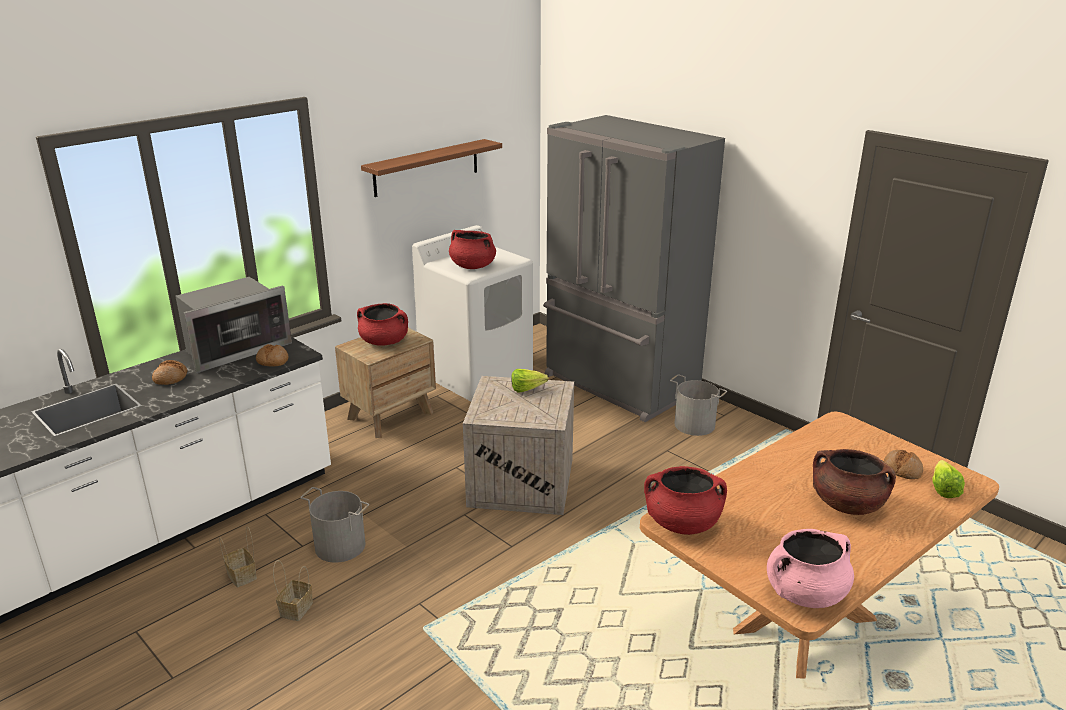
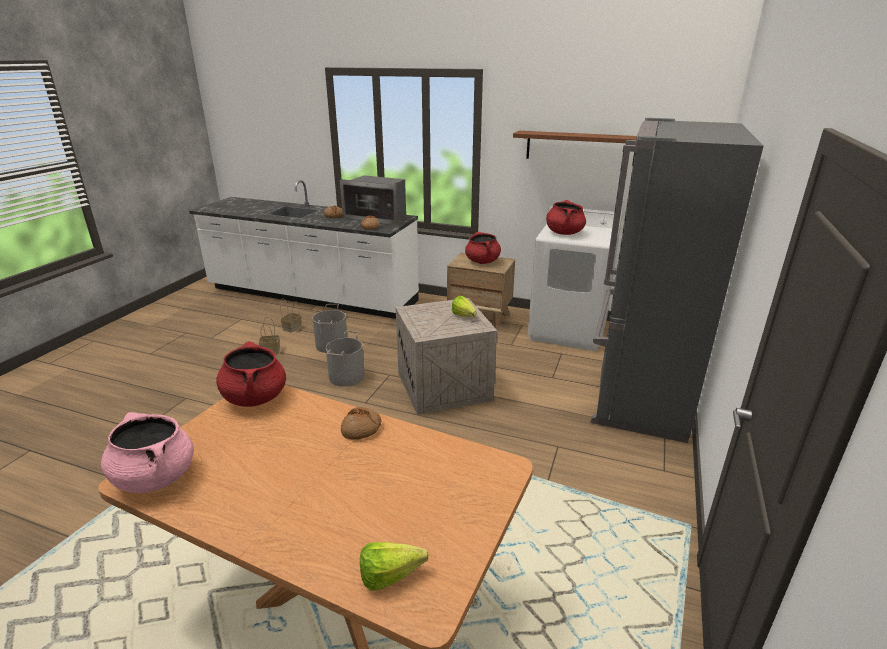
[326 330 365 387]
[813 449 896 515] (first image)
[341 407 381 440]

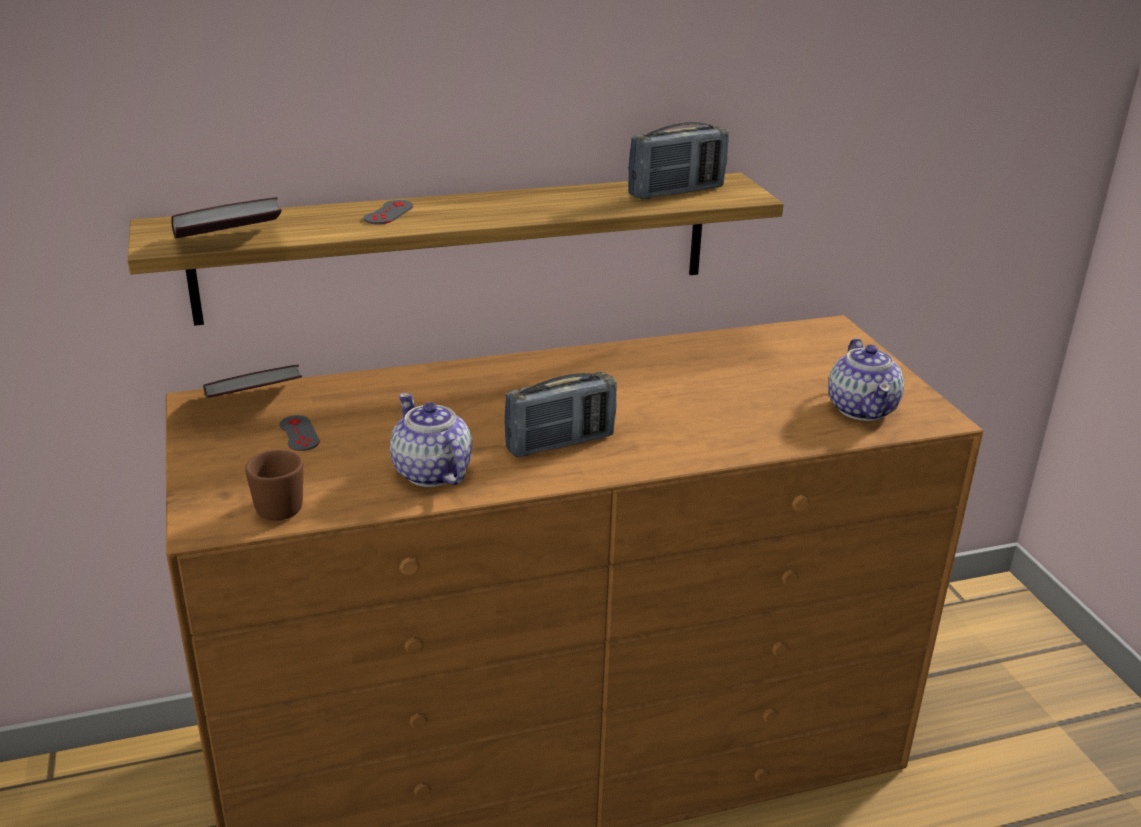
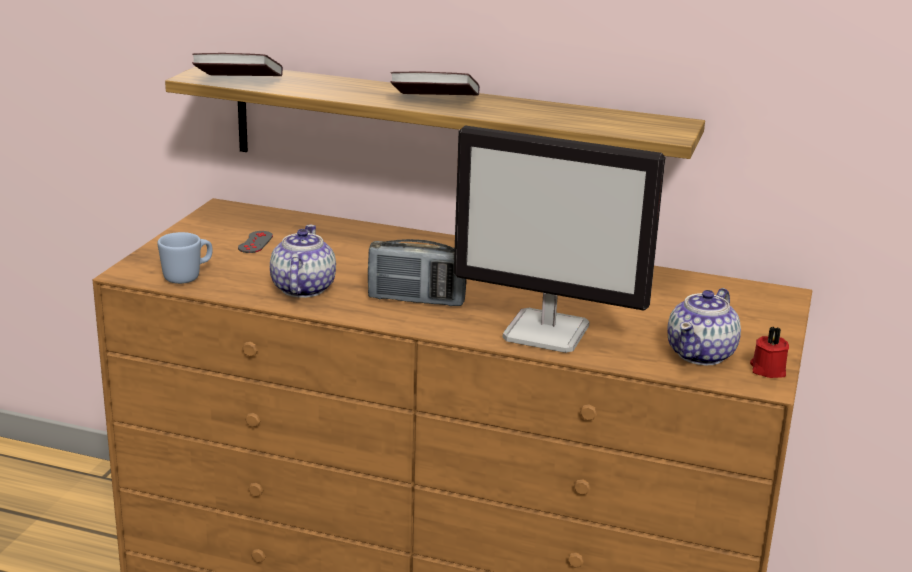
[628 122 729 199] (first image)
[364 200 413 224] (first image)
[391 72 480 95]
[157 232 213 284]
[454 126 665 353]
[750 327 789 378]

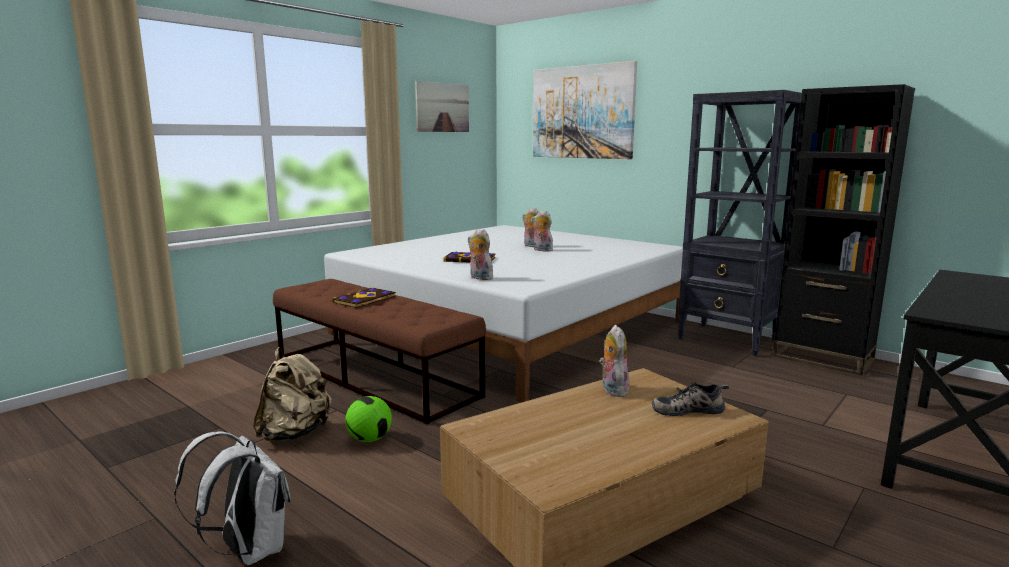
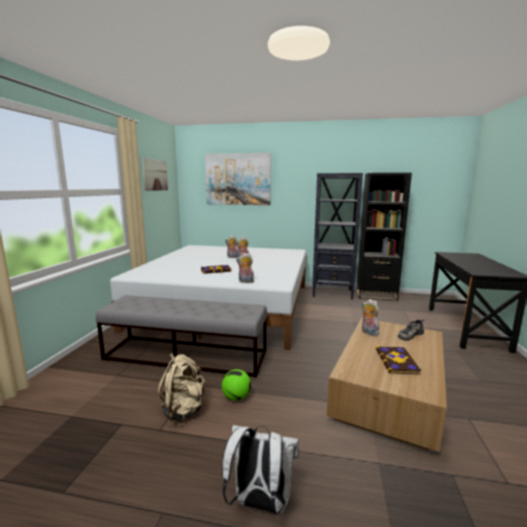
[96 295 267 378]
[375 346 422 375]

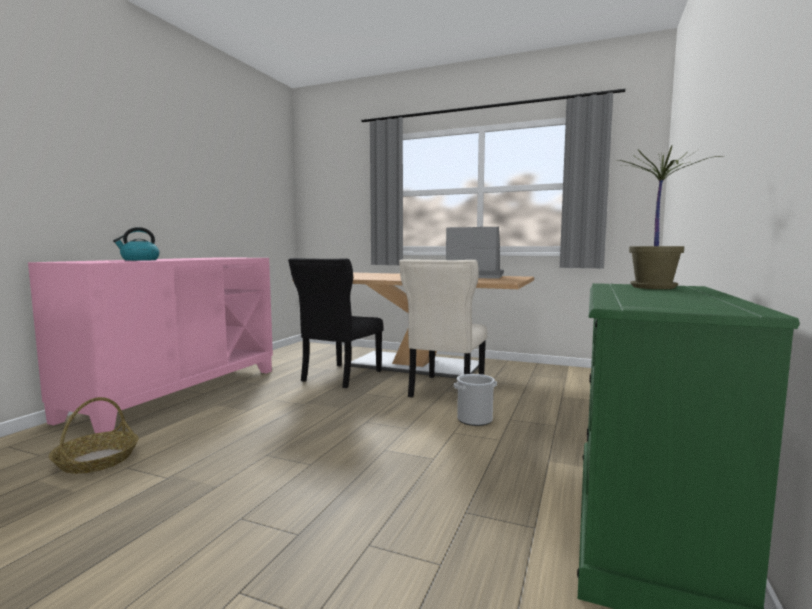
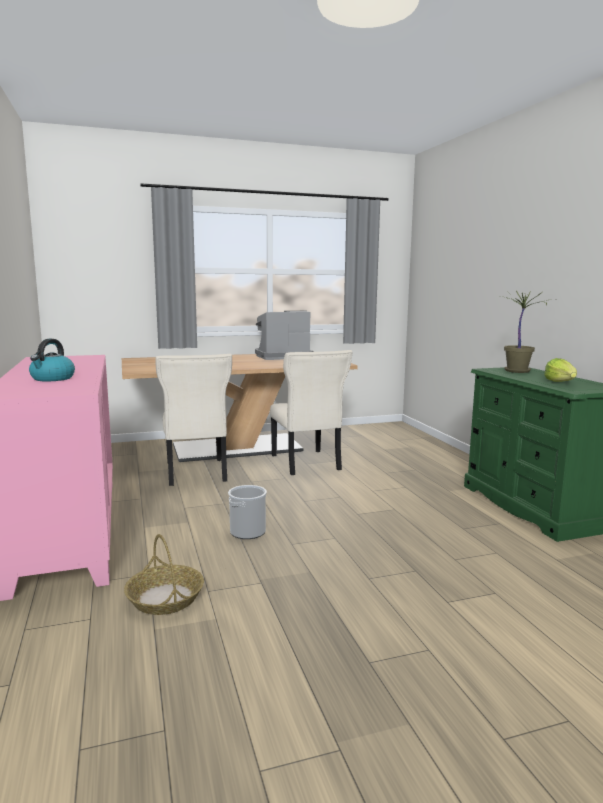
[155 354 232 486]
[228 485 267 539]
[544 358 577 382]

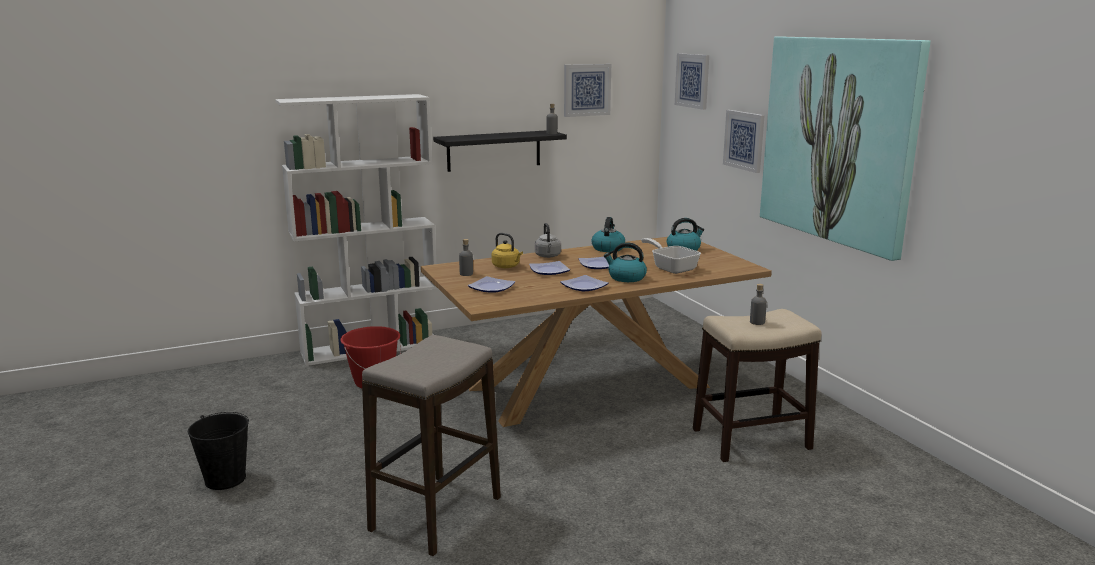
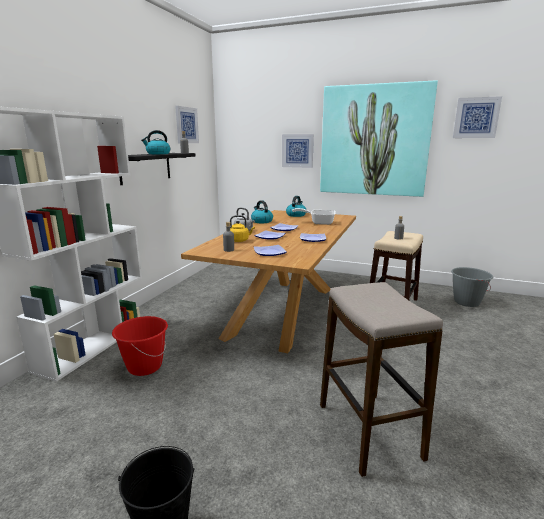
[453 96 502 138]
[141 130 170 154]
[451 267 493 307]

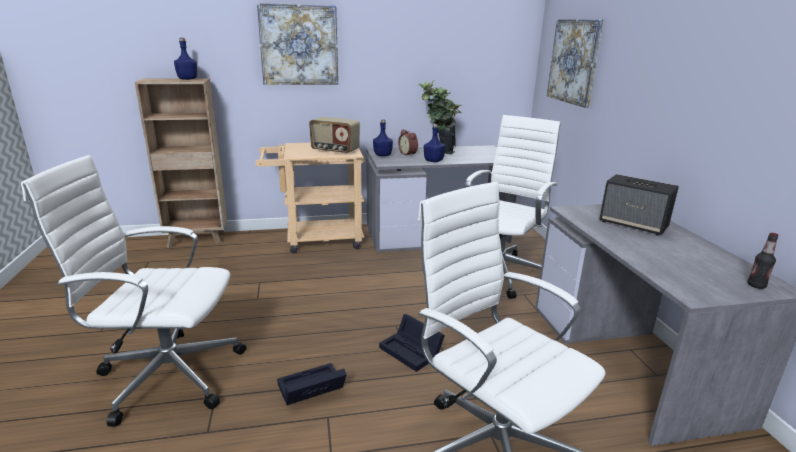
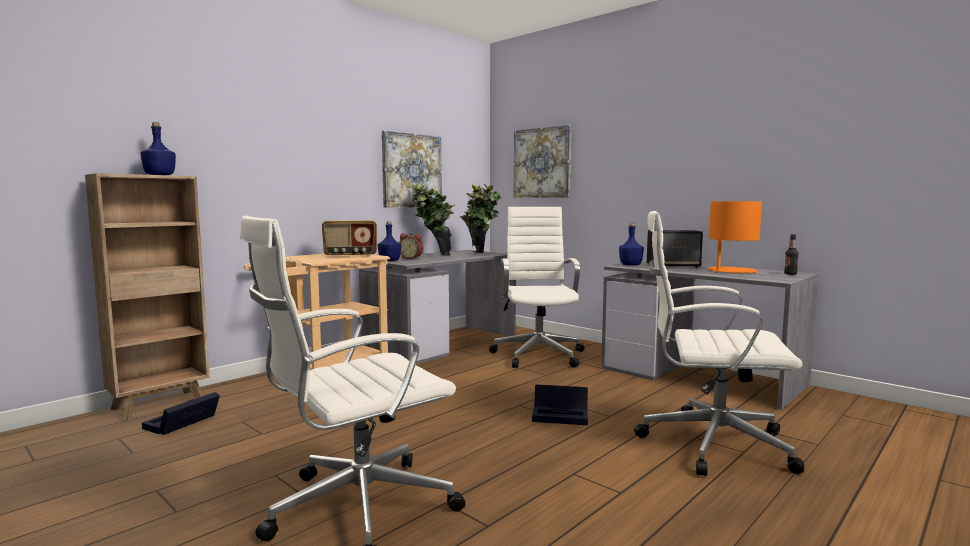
[382 131 442 207]
[619 223 644 266]
[142 392 220 435]
[460 183 501 253]
[708 201 762 274]

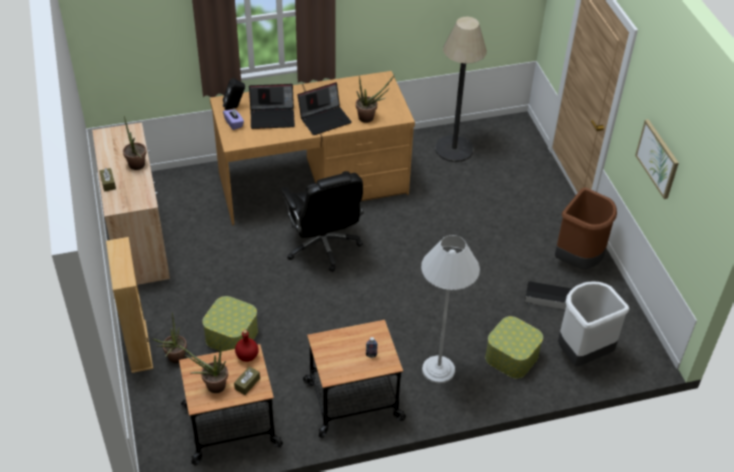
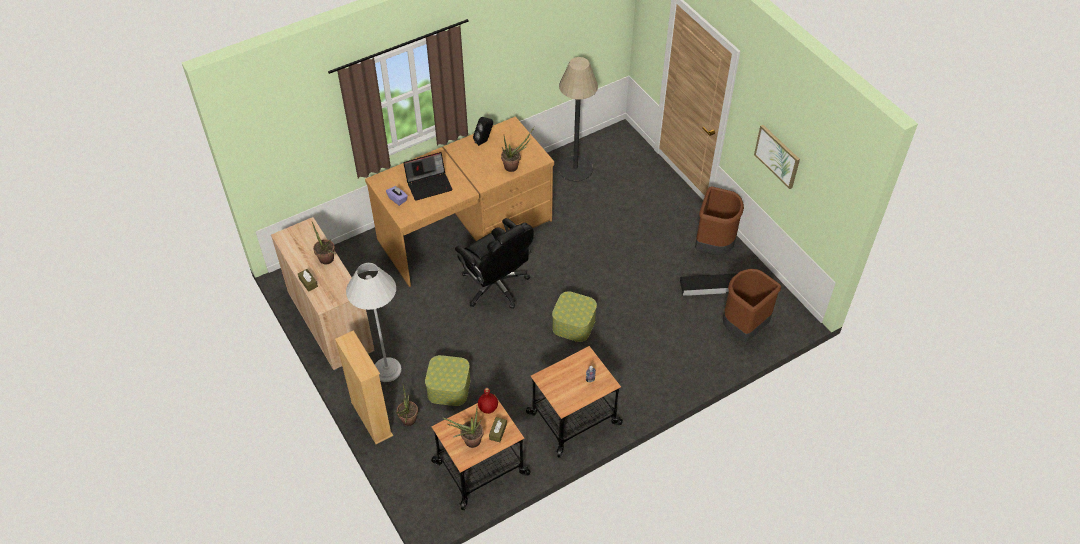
[473 117 493 146]
[298 82 352 135] (first image)
[346 263 402 382]
[723 269 781 342]
[552 291 597 342]

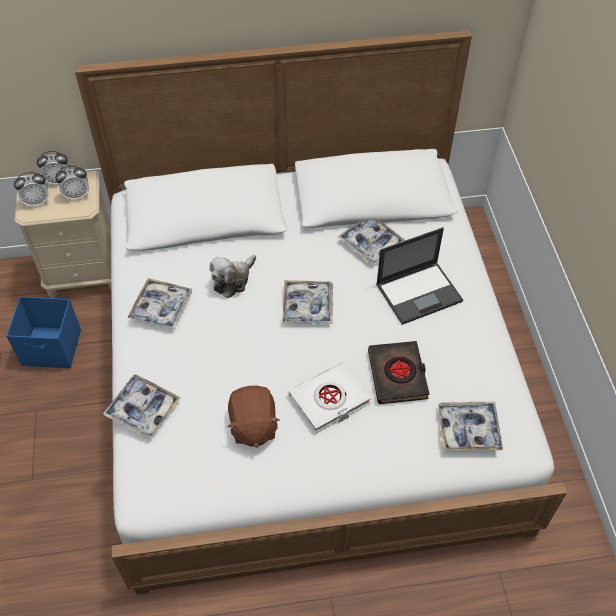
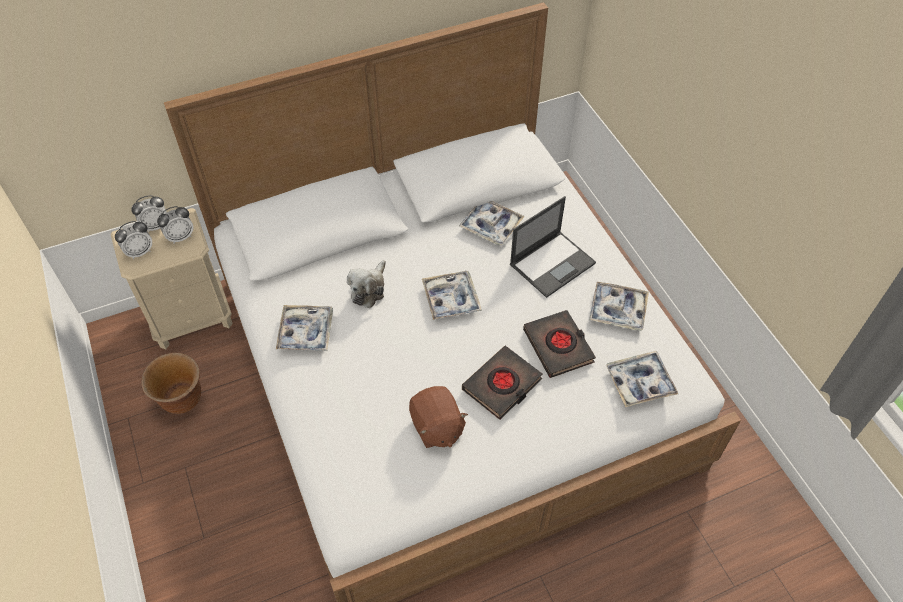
[141 352 201 414]
[462 346 543 420]
[589 282 649 331]

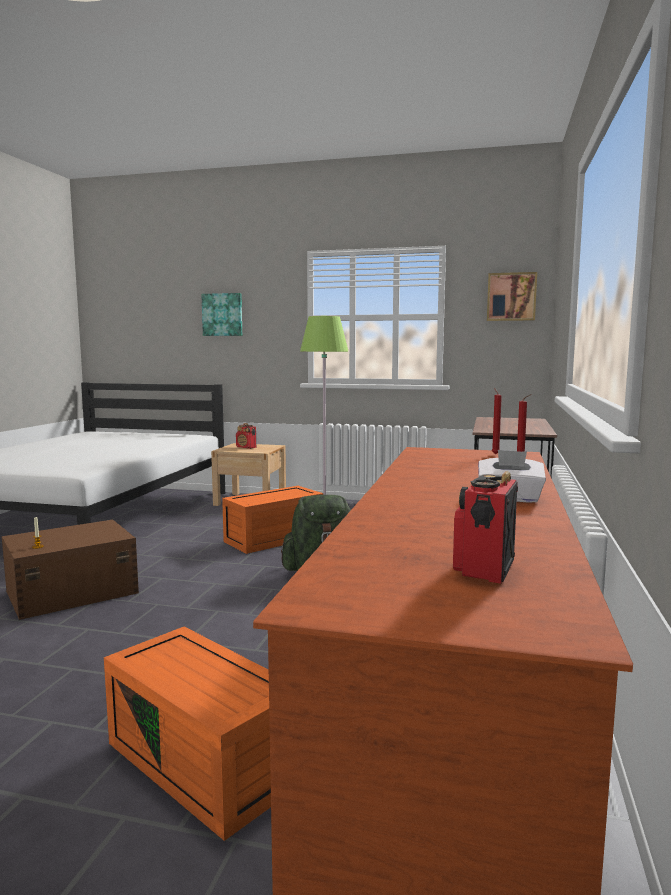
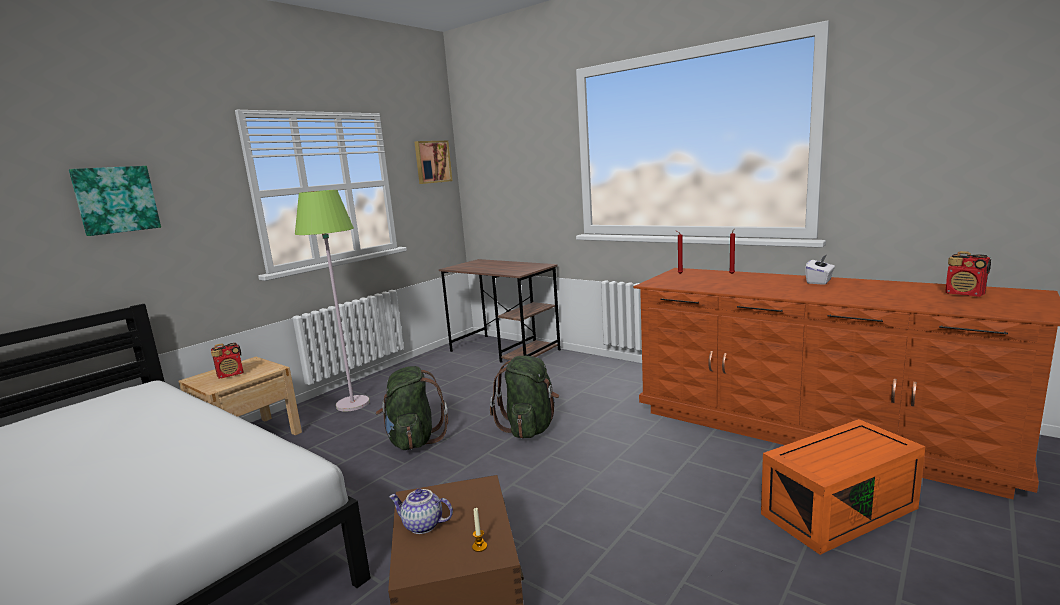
[376 366 448 450]
[389 489 453 534]

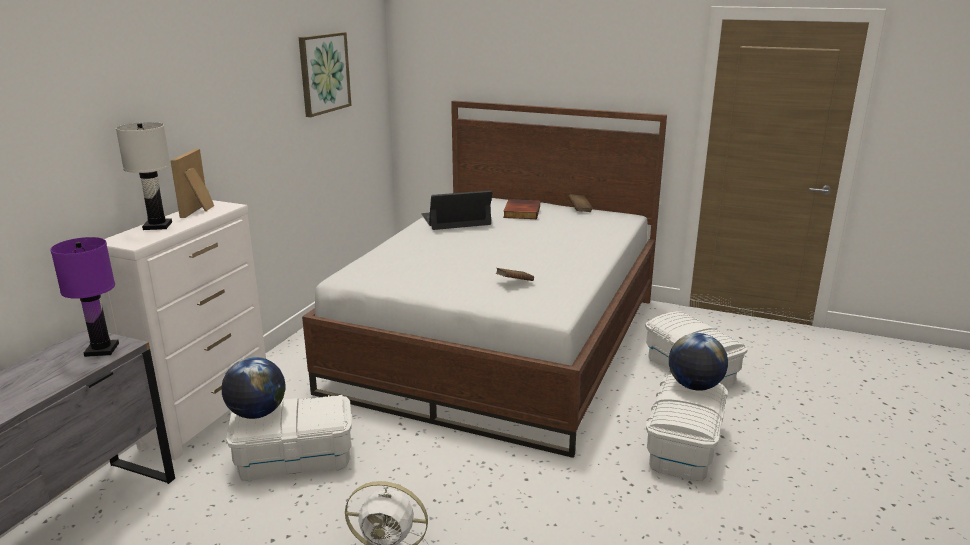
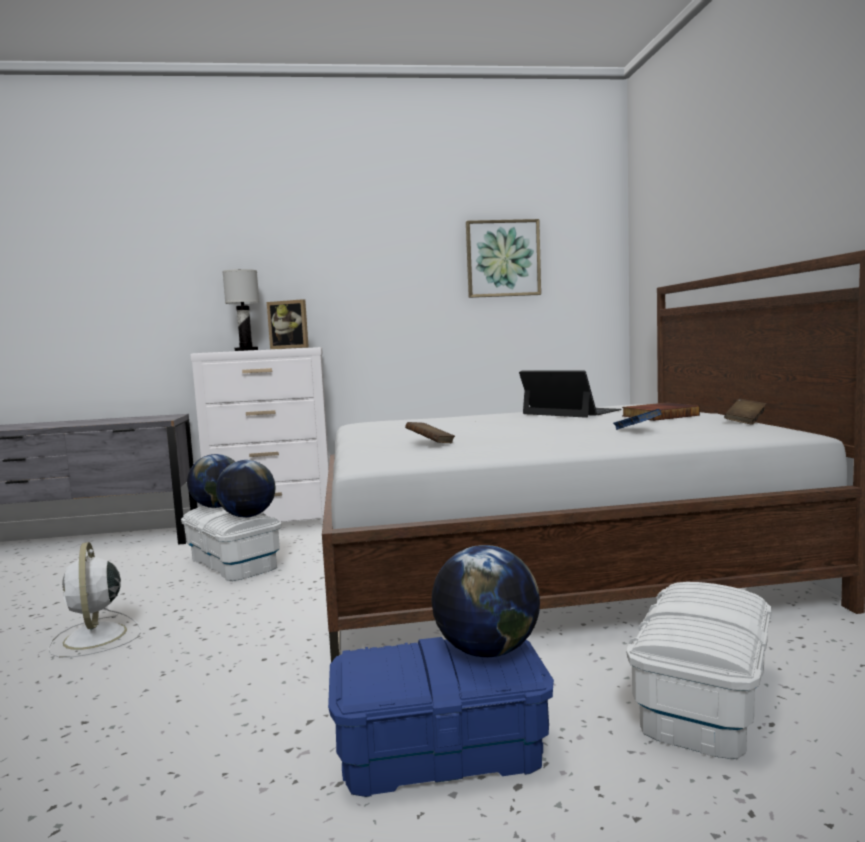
[267 299 309 349]
[50 237 119 357] (first image)
[328 637 554 797]
[613 409 661 430]
[216 460 275 517]

